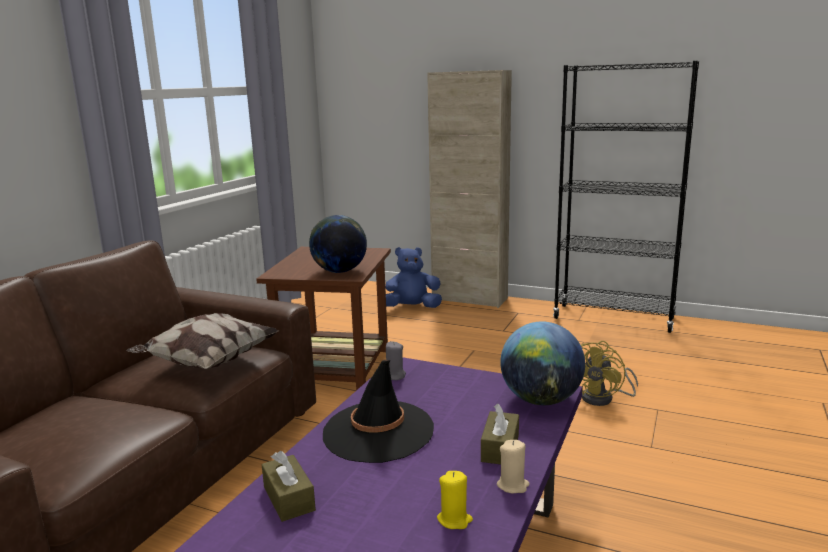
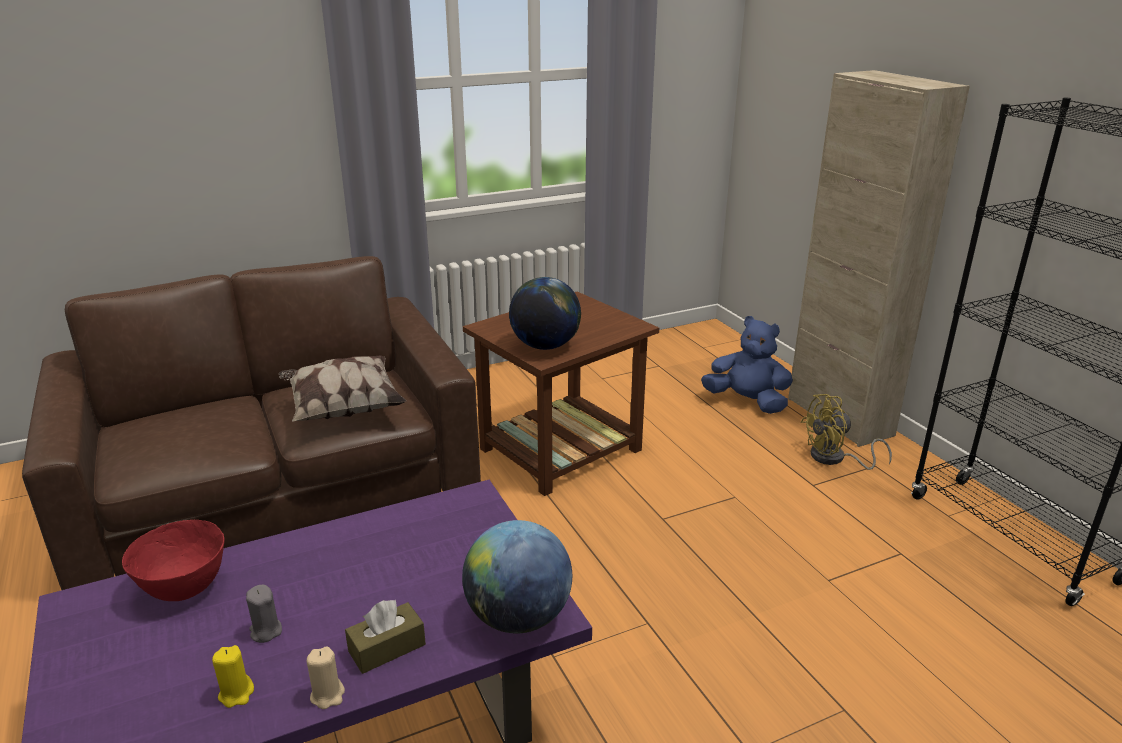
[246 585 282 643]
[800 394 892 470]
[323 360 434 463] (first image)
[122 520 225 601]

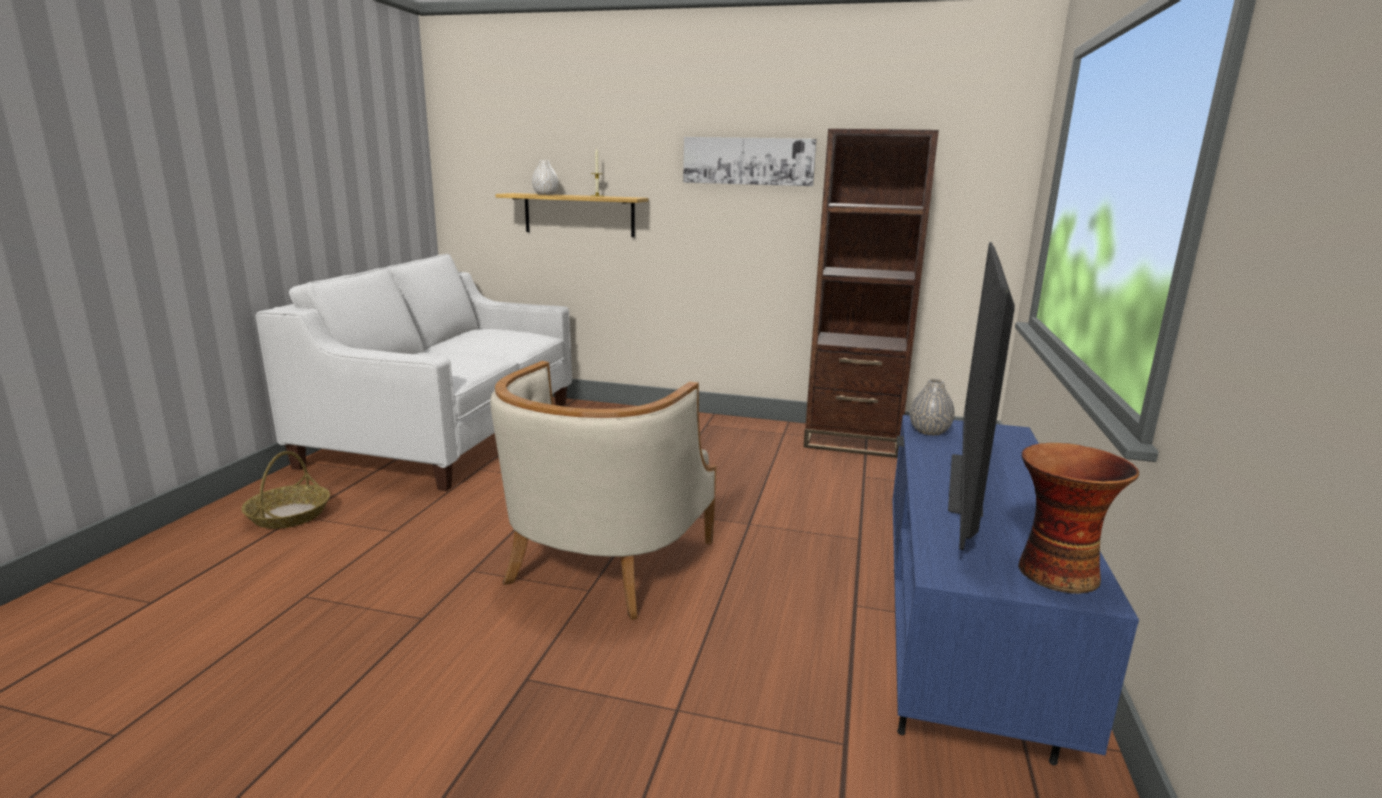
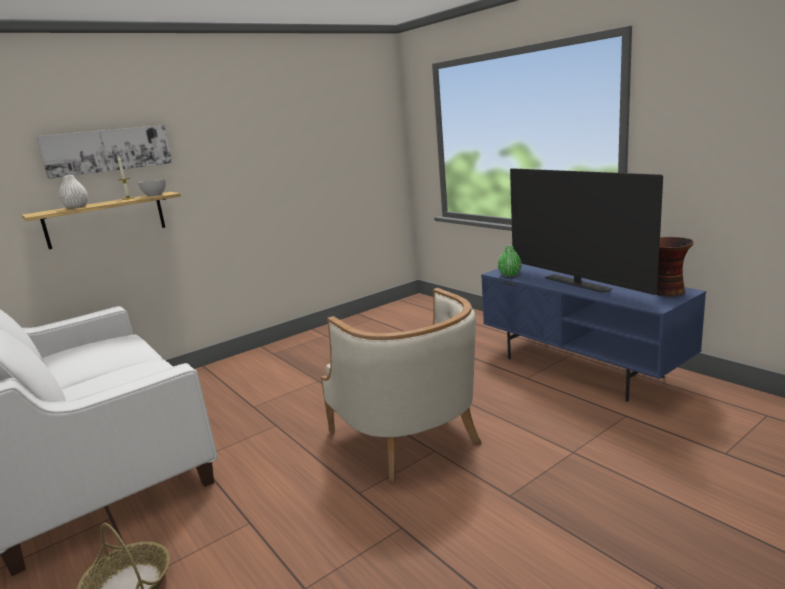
[803 129 939 458] (first image)
[36 125 172 179]
[498 246 522 277]
[137 179 166 197]

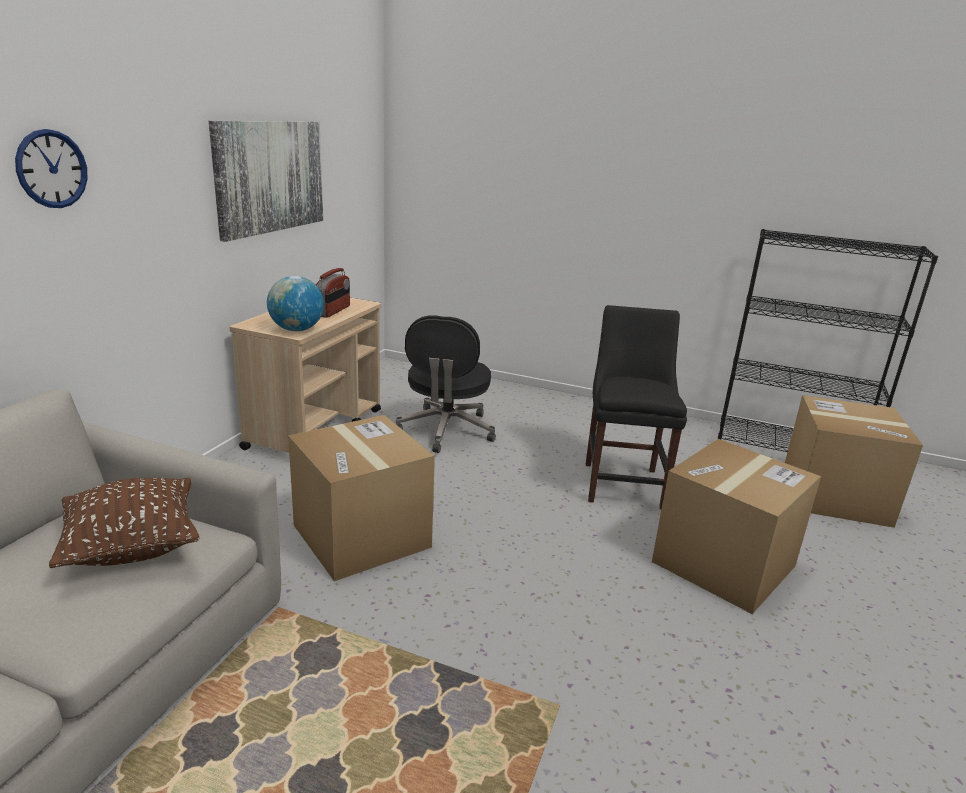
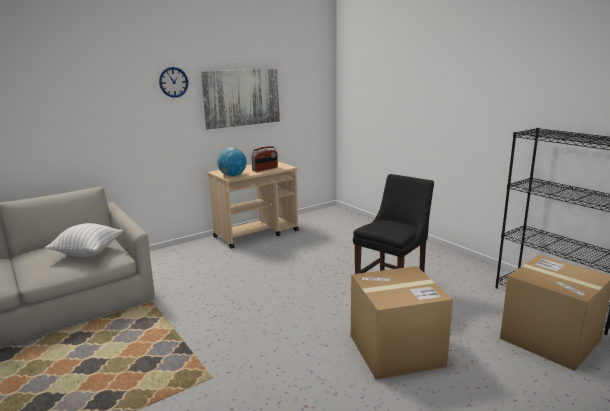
[159 67 188 98]
[396 315 496 453] (first image)
[288 415 435 581] (first image)
[45 223 123 257]

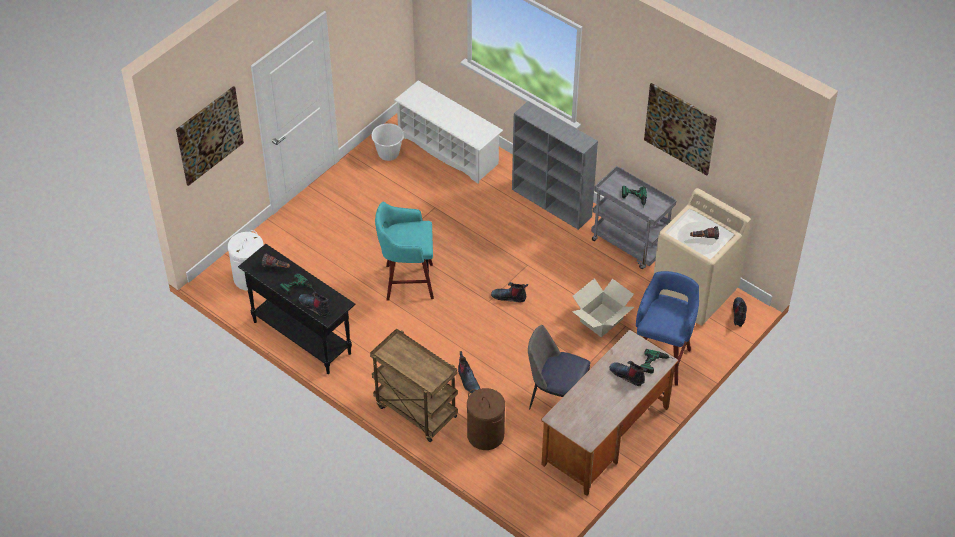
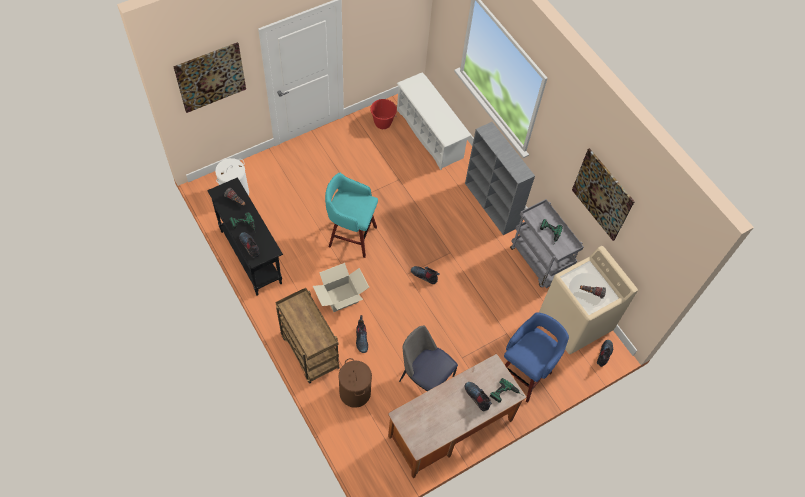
[370 99 397 129]
[313 263 369 312]

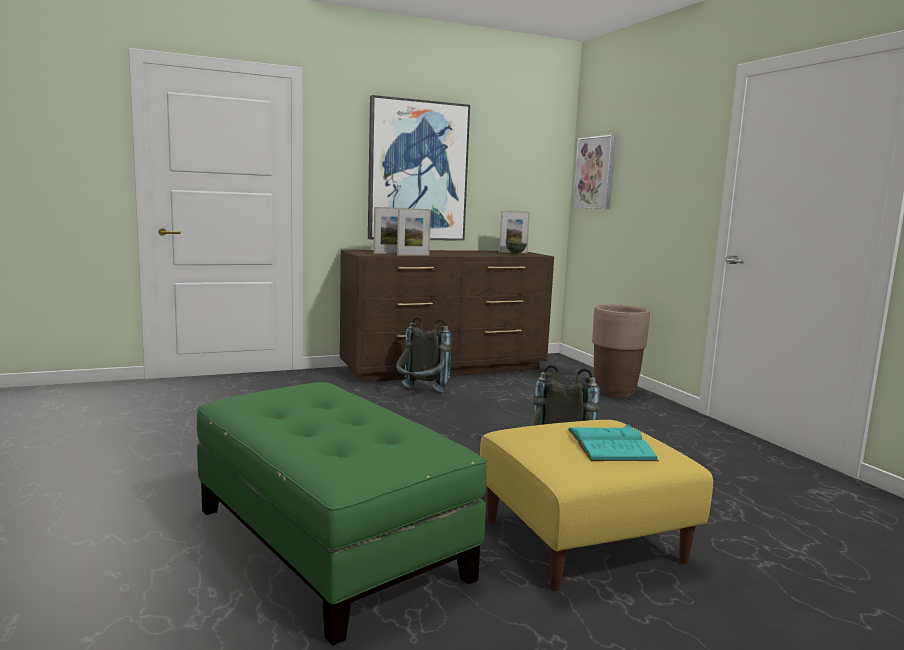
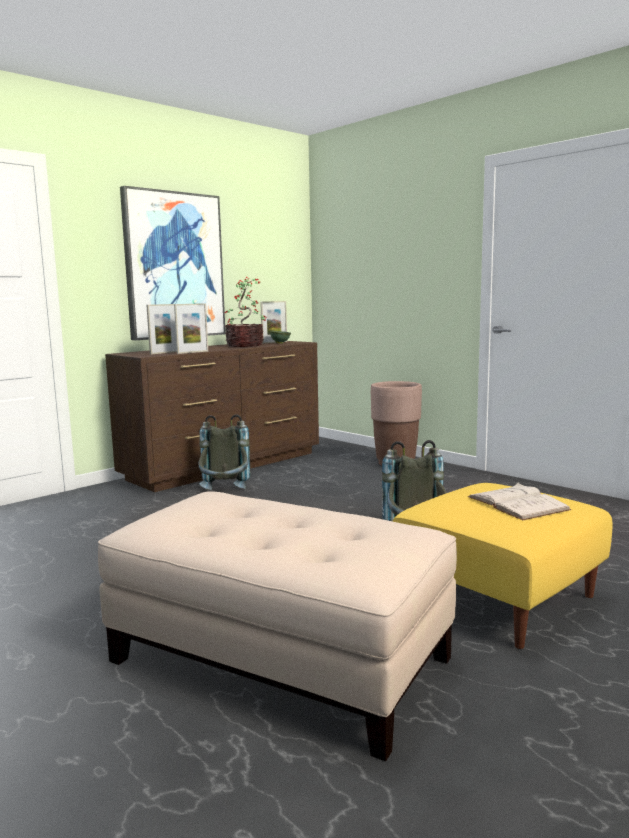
[573 134 616 209] (first image)
[98 492 457 761]
[468 483 571 520]
[224 277 267 347]

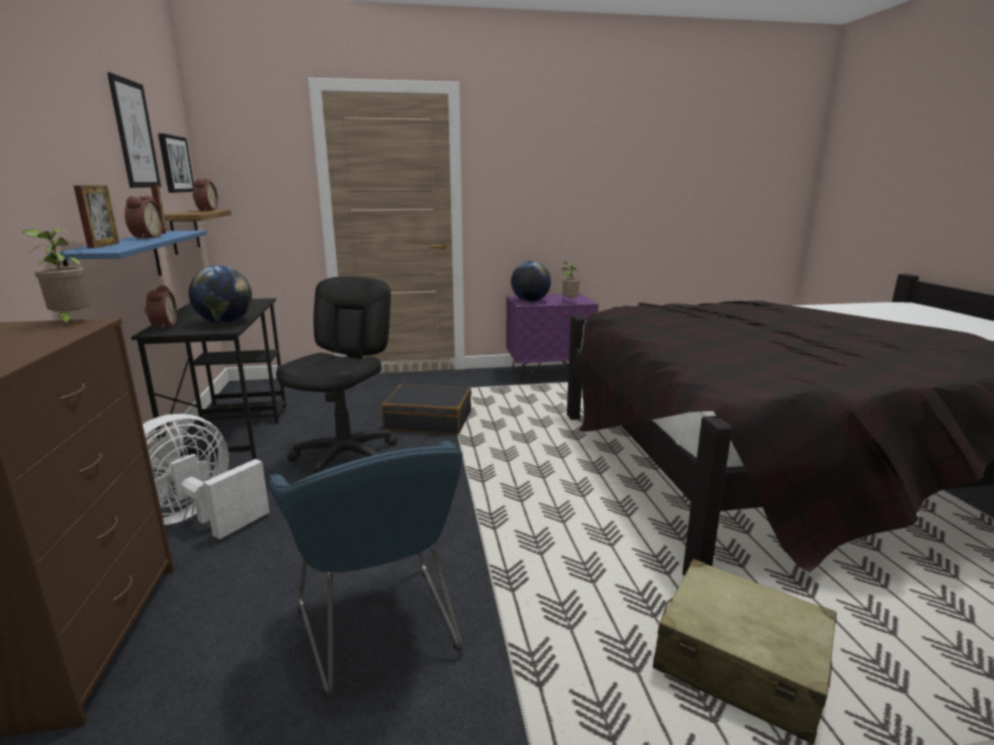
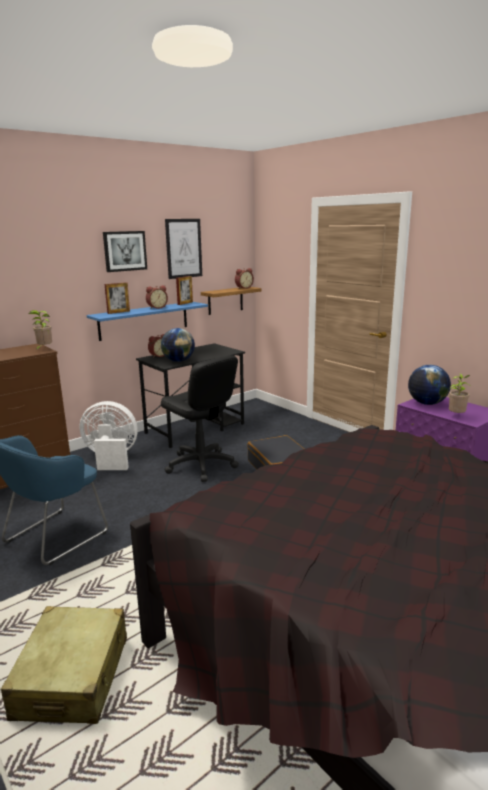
[103 231 147 272]
[161 355 239 482]

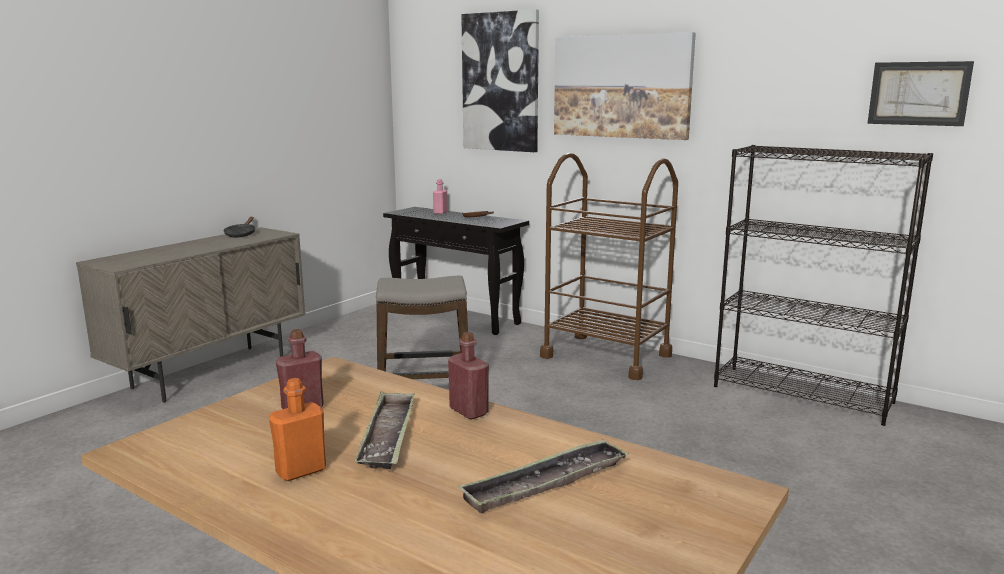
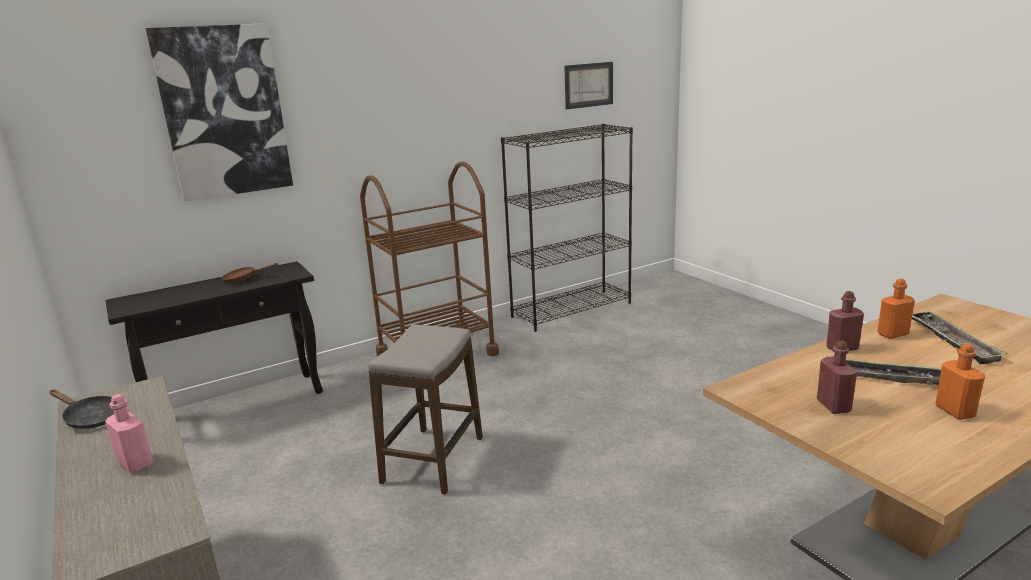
[554 32 696 140] (first image)
[105 394 153 473]
[877 279 915 339]

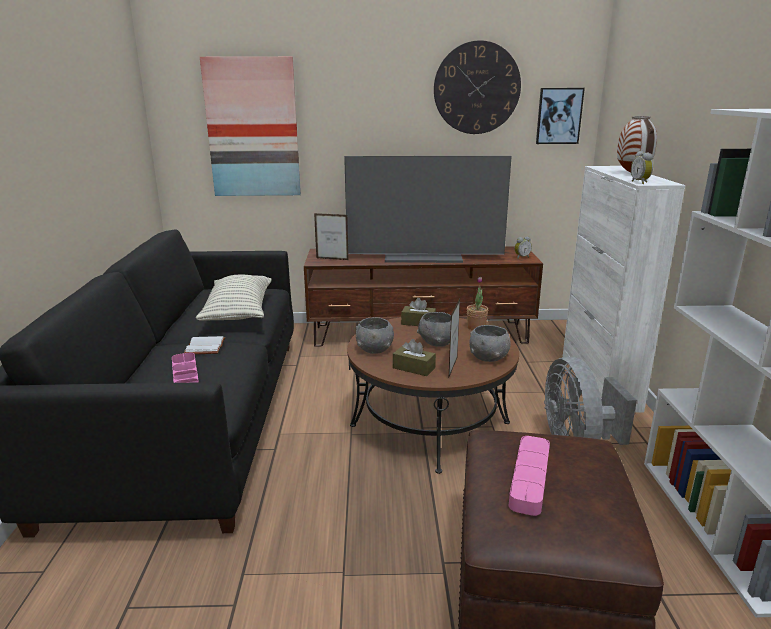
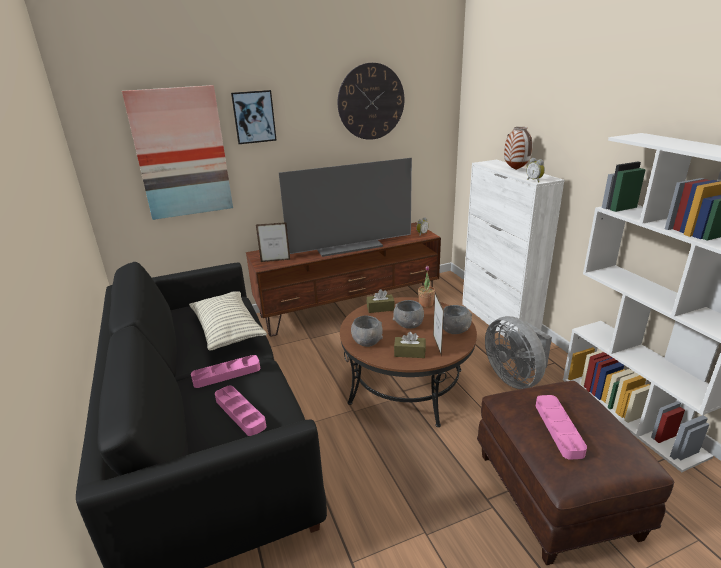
[231 90 277 144]
[191 355 260 388]

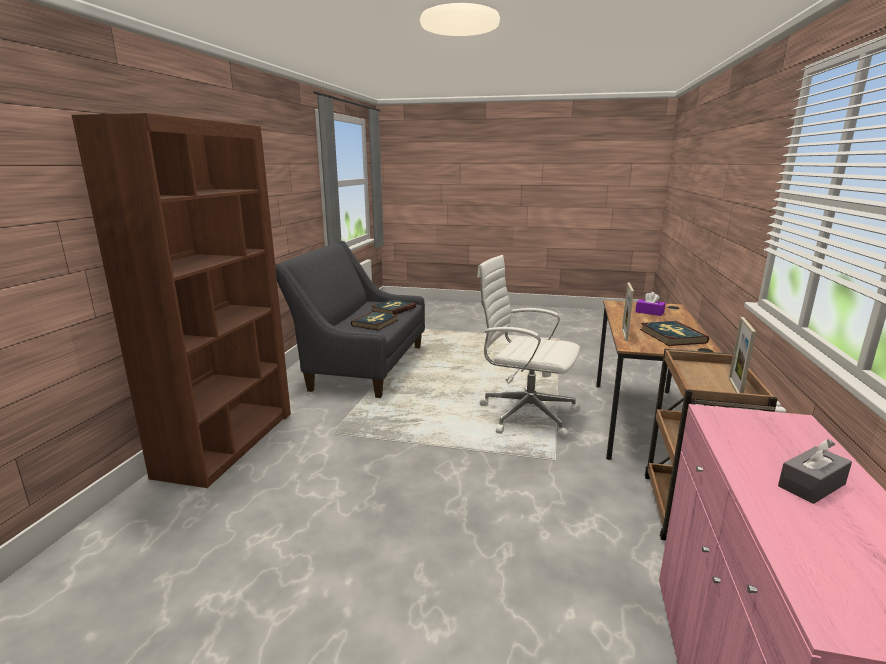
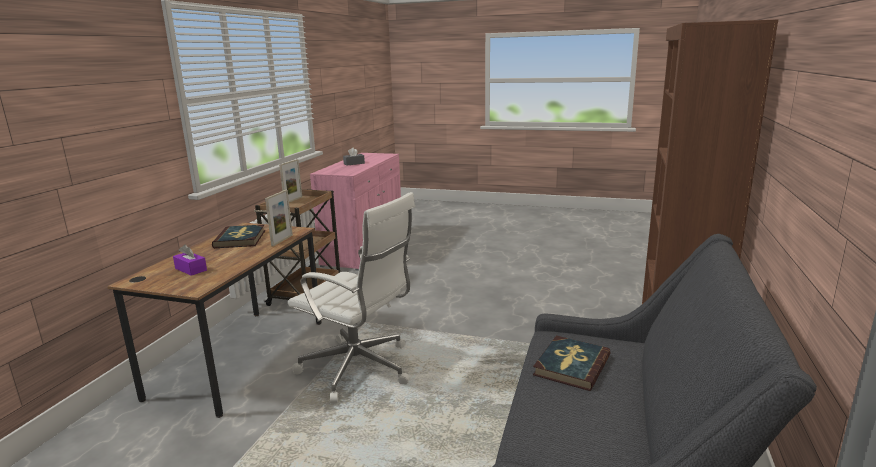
[371 299 416 315] (first image)

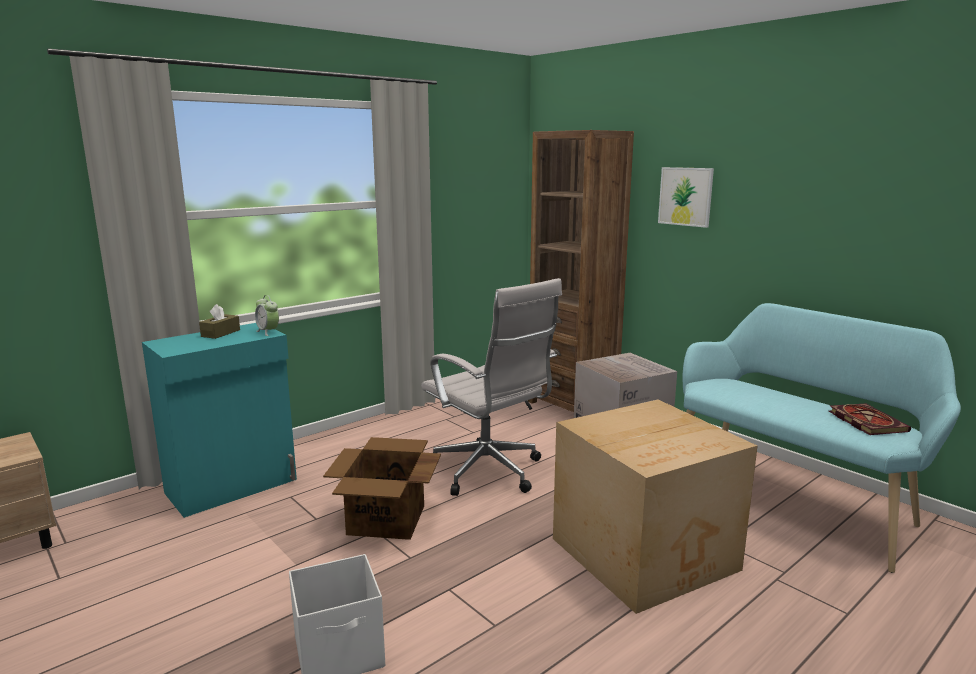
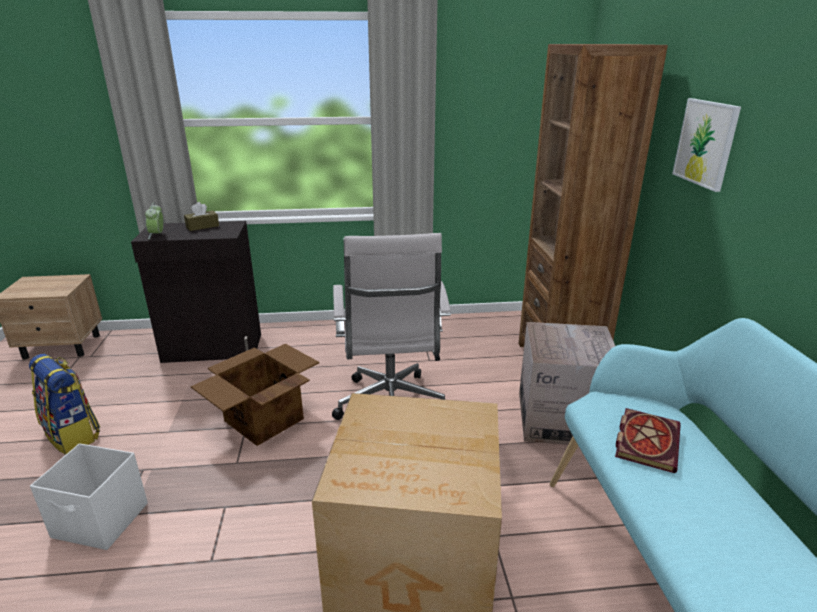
[145 203 164 239]
[131 221 261 363]
[615 408 681 473]
[29 354 100 455]

